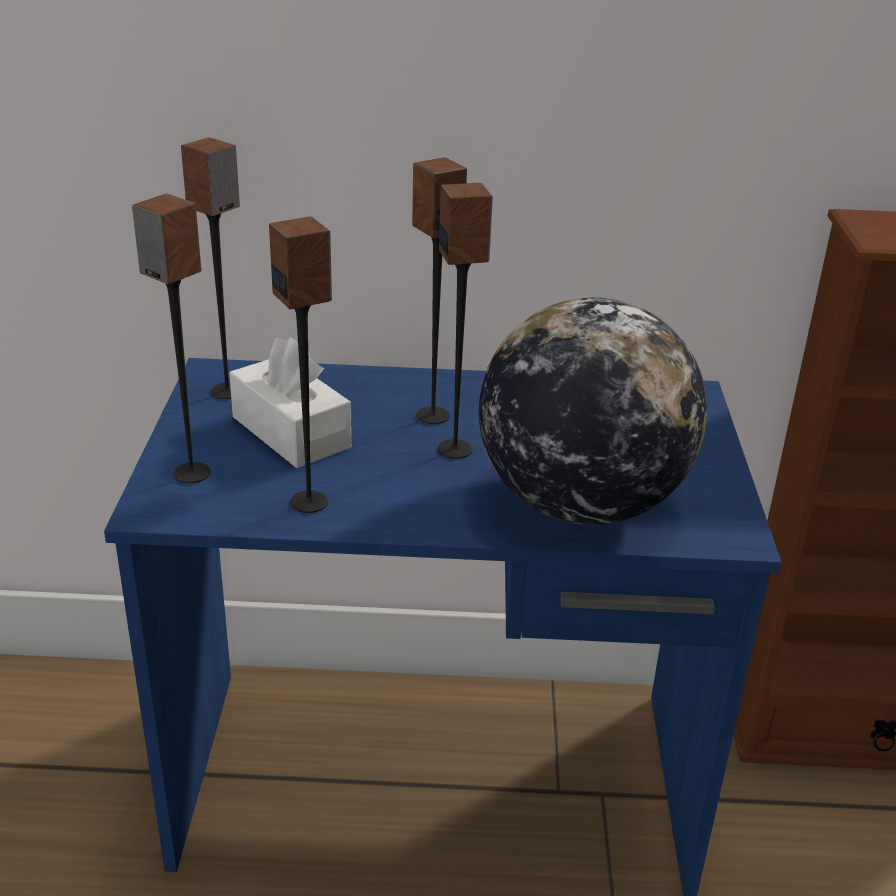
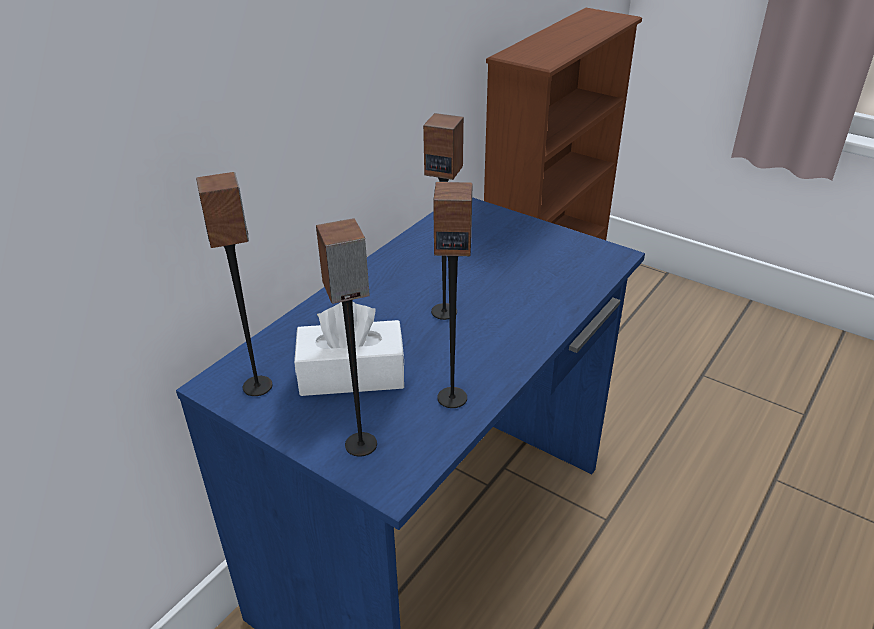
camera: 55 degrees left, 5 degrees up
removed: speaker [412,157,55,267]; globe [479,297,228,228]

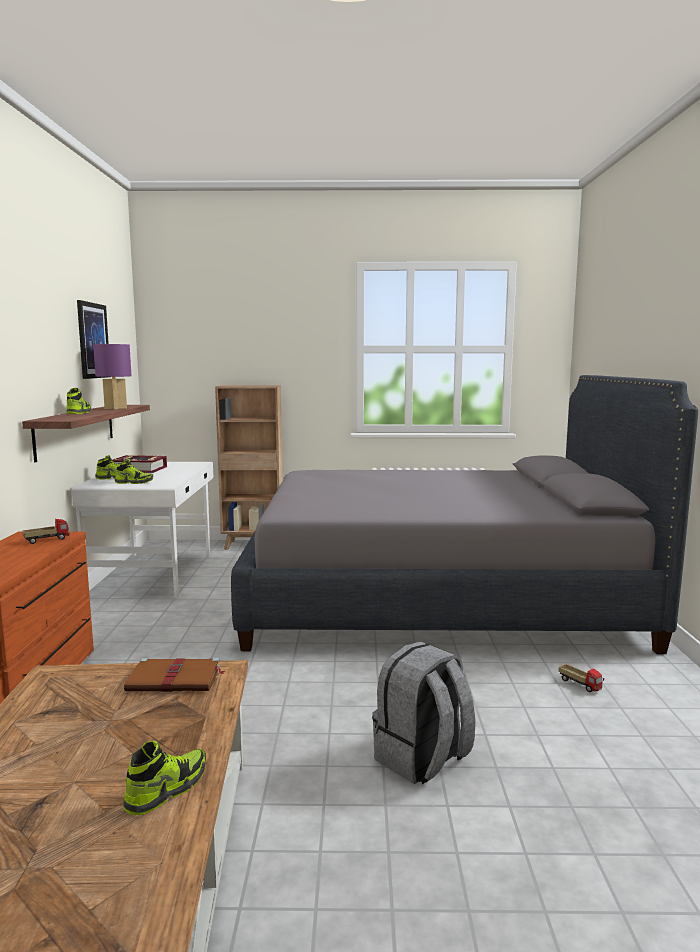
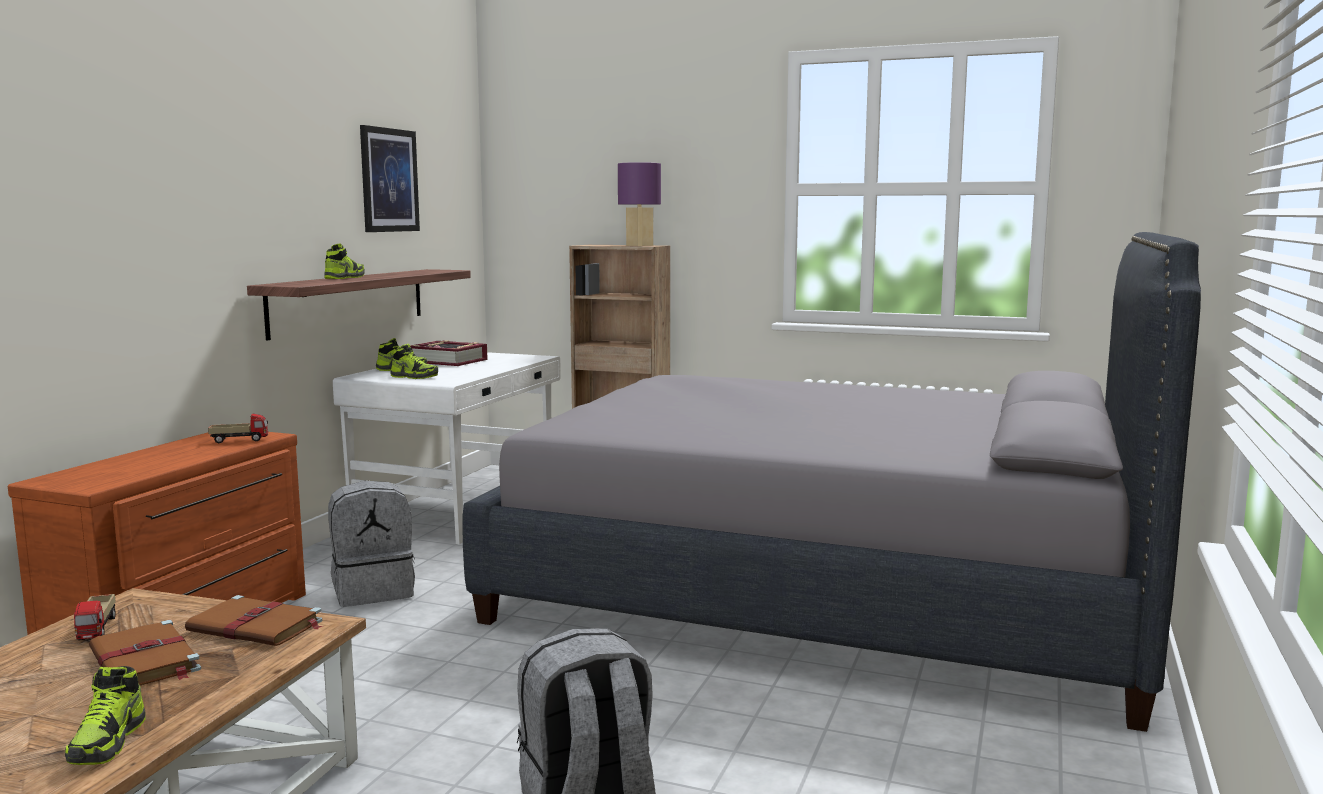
camera: 20 degrees right, 0 degrees up
added: brown book [89,620,112,65]; grey backpack [328,481,87,126]
moved: toy truck [559,664,45,28] to [74,594,42,46]; purple table lamp [93,344,39,65] to [618,162,43,84]
turned: shoe [123,741,83,74] = [65,666,80,99] 120 degrees clockwise

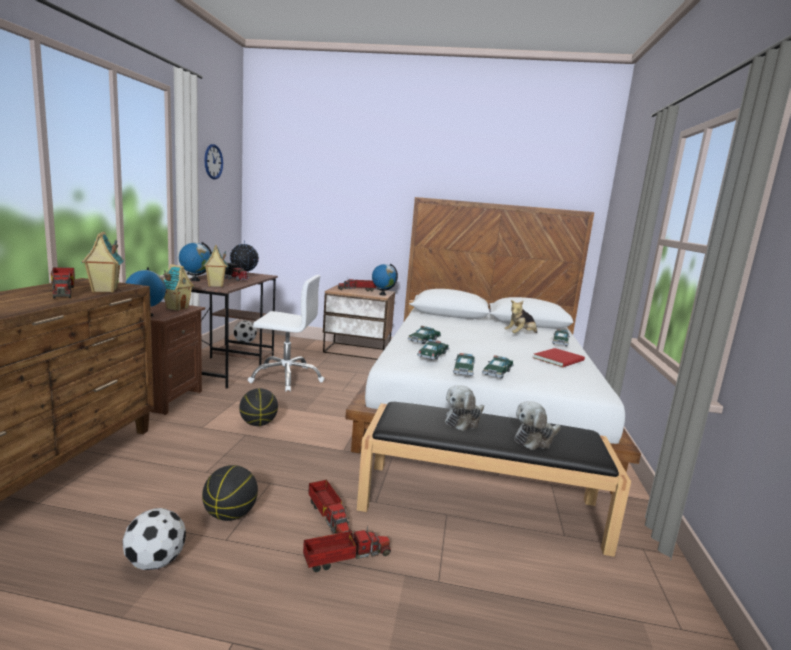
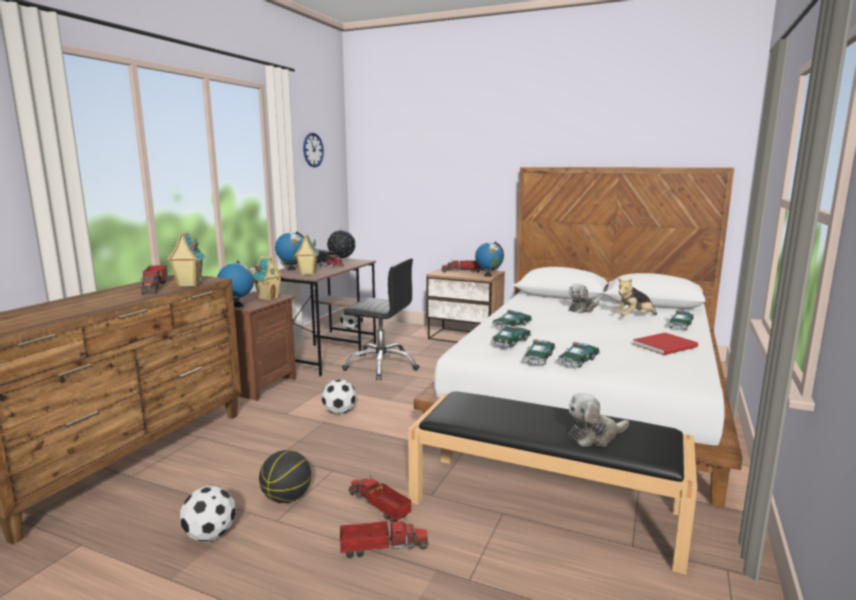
camera: 15 degrees right, 0 degrees up
moved: plush toy [445,385,39,46] to [568,284,31,29]
replaced: basketball [239,388,39,38] to football [321,379,35,35]
recoloured: white office chair [247,275,77,117] to black office chair [342,258,77,122]
turned: toy truck [308,480,45,57] = [349,474,63,48] 150 degrees clockwise

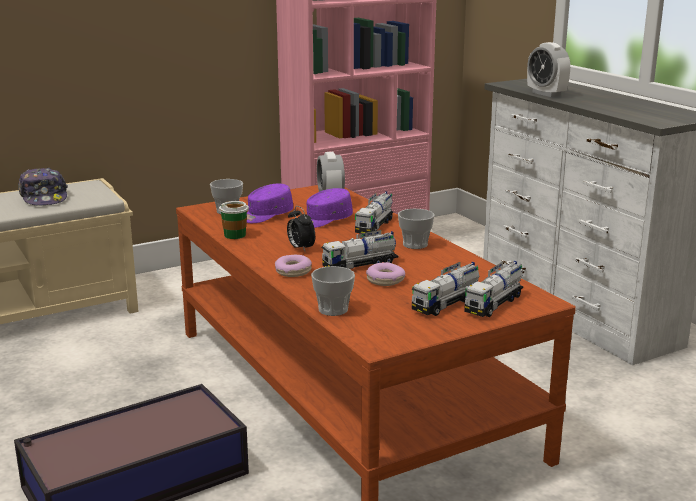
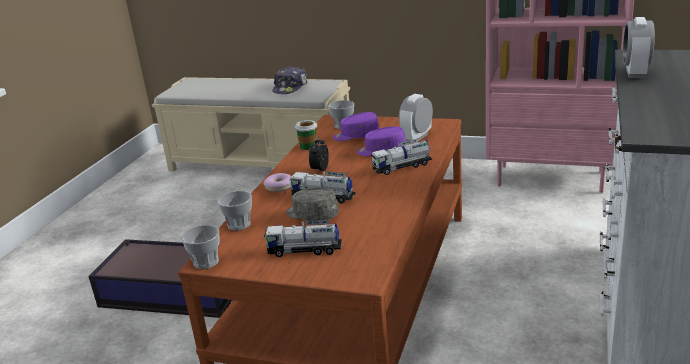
camera: 50 degrees right, 5 degrees up
removed: toy truck [464,261,59,56]
moved: cup [398,209,36,40] to [182,225,38,44]
replaced: donut [366,262,40,24] to grey cap [286,187,53,34]

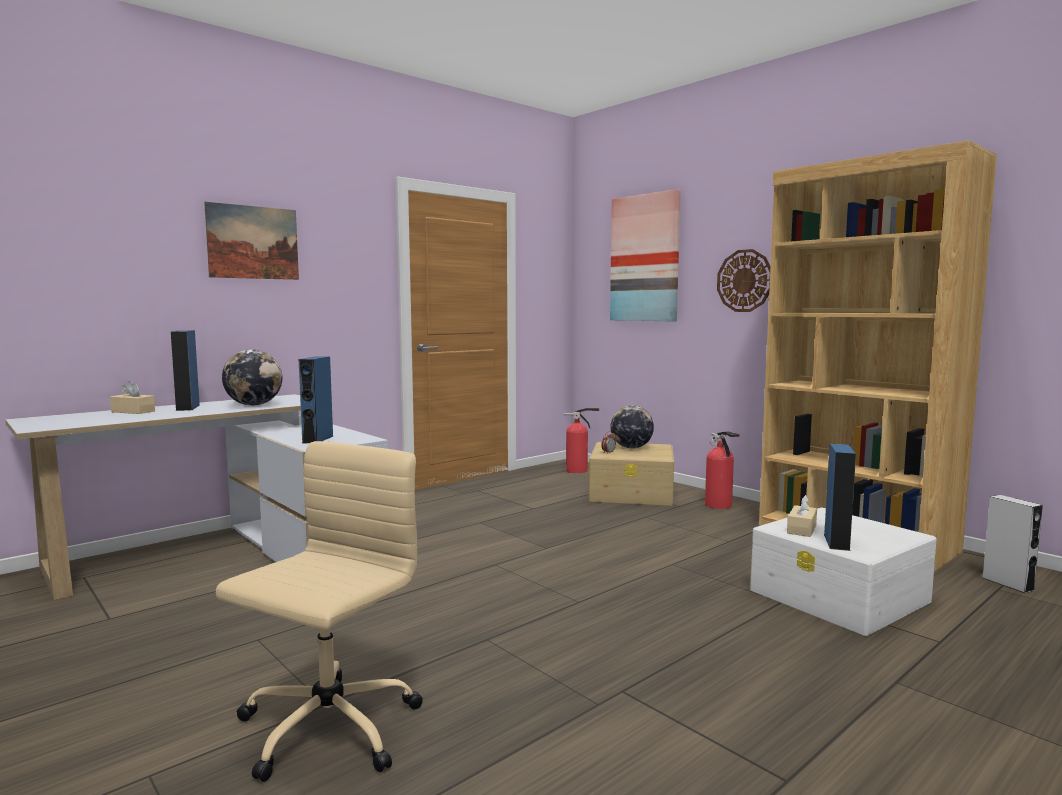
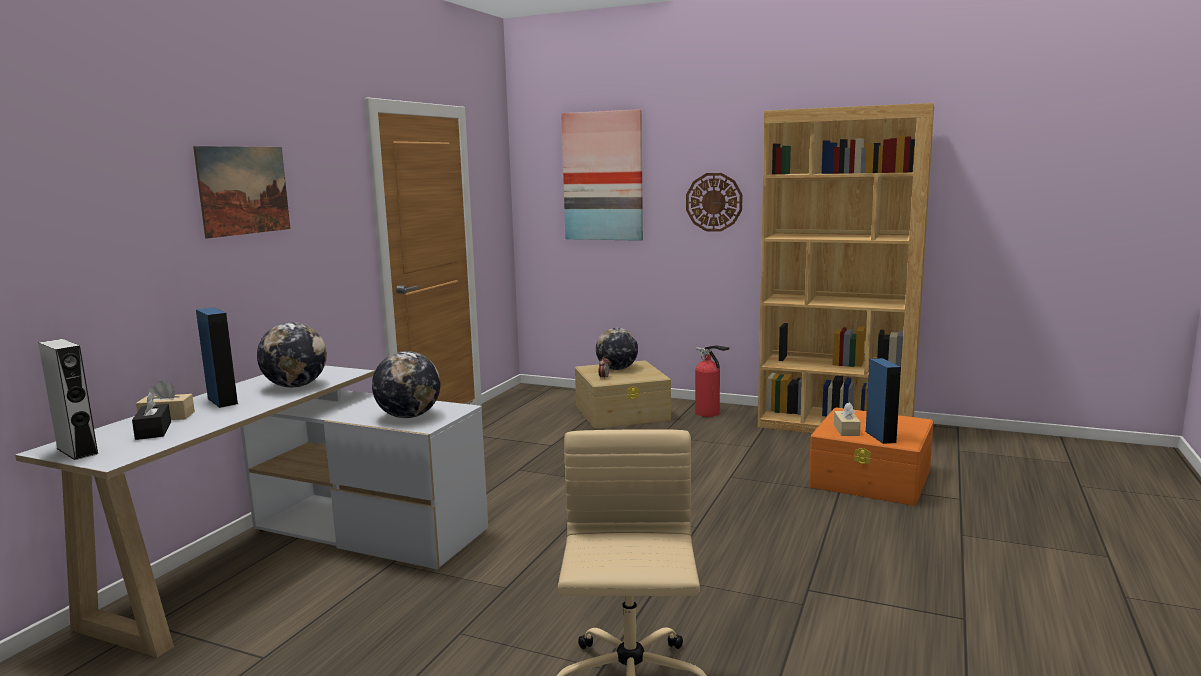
camera: 25 degrees left, 5 degrees up
removed: fire extinguisher [564,408,35,65]
added: black tissue box [132,392,39,48]
moved: grey speaker [983,495,60,98] to [38,339,61,121]
replaced: blue speaker [299,356,34,88] to globe [372,351,68,67]
recoloured: white storage box [750,508,187,128] to orange storage box [809,407,125,99]

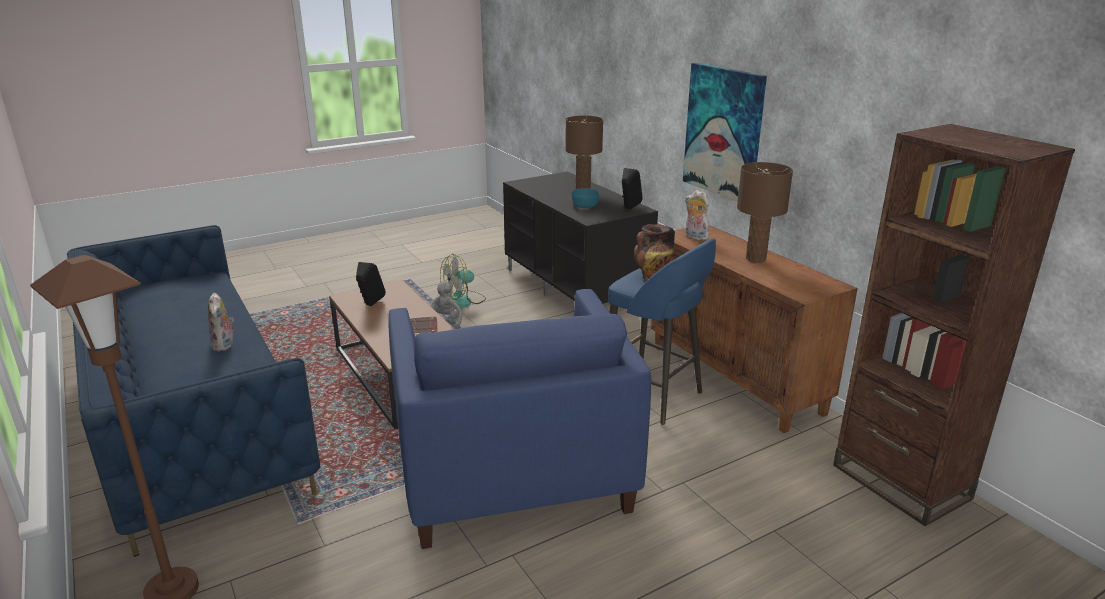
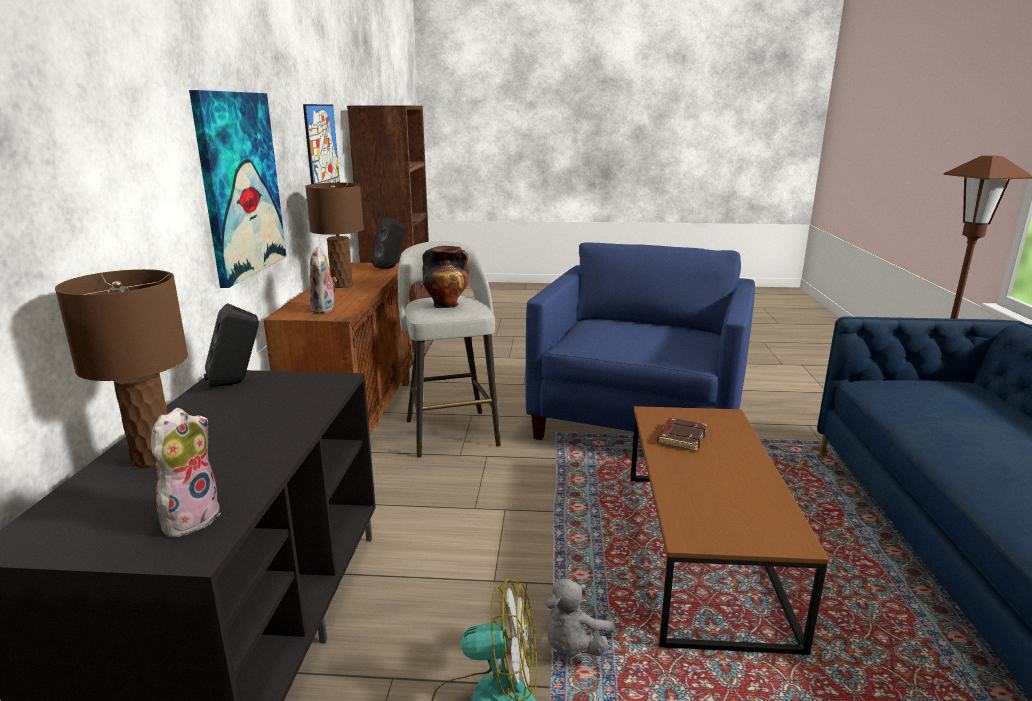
camera: 145 degrees left, 5 degrees down
removed: turquoise bowl [571,188,29,20]
added: picture [303,104,37,80]
moved: plush toy [208,293,26,58] to [151,408,70,130]; black speaker [356,262,30,44] to [371,217,34,52]
recoloured: blue stool [608,238,108,187] to grey stool [398,241,103,217]

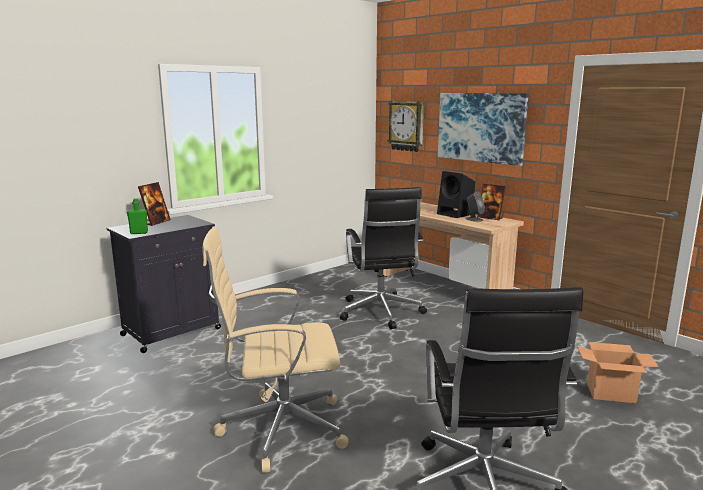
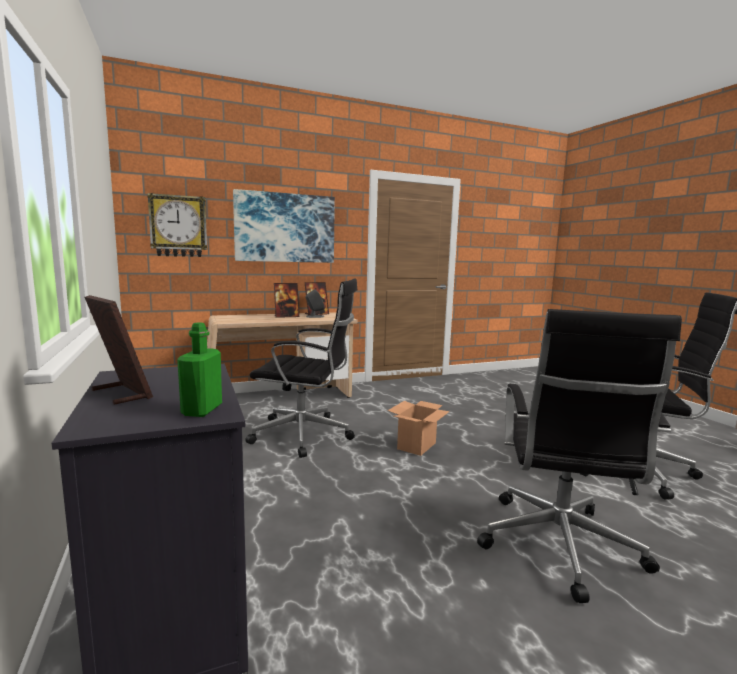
camera: 70 degrees left, 5 degrees down
moved: cardboard box [577,342,82,61] to [388,401,62,55]
replaced: black speaker [437,171,38,47] to picture frame [274,283,25,35]
recoloured: beige office chair [202,227,147,246] to black office chair [477,309,205,294]

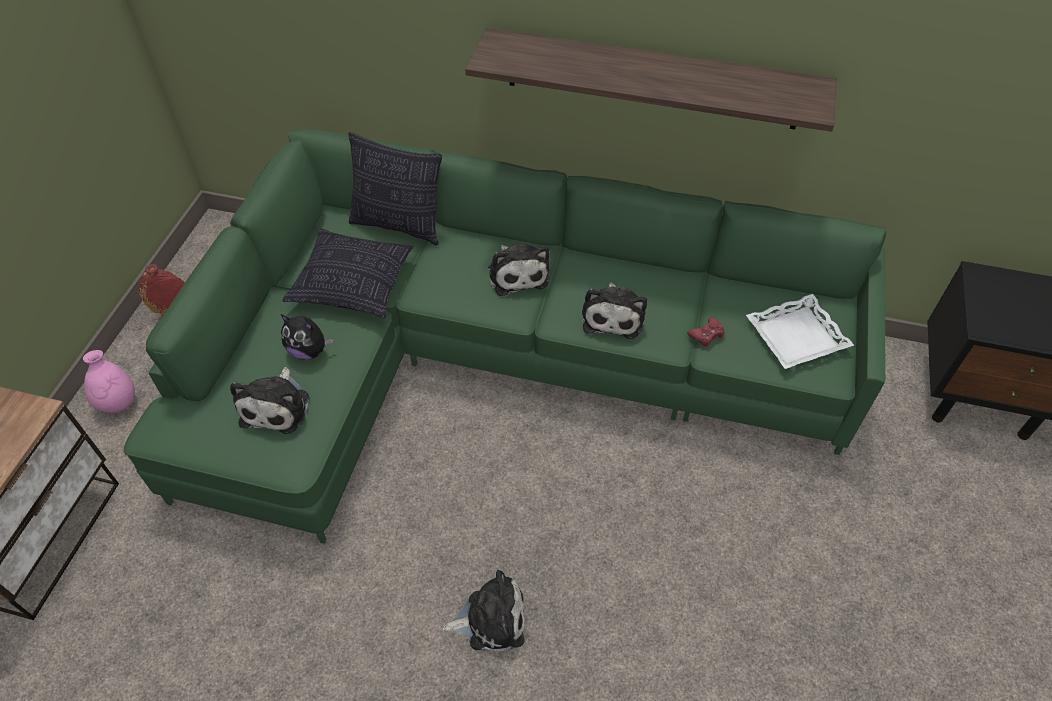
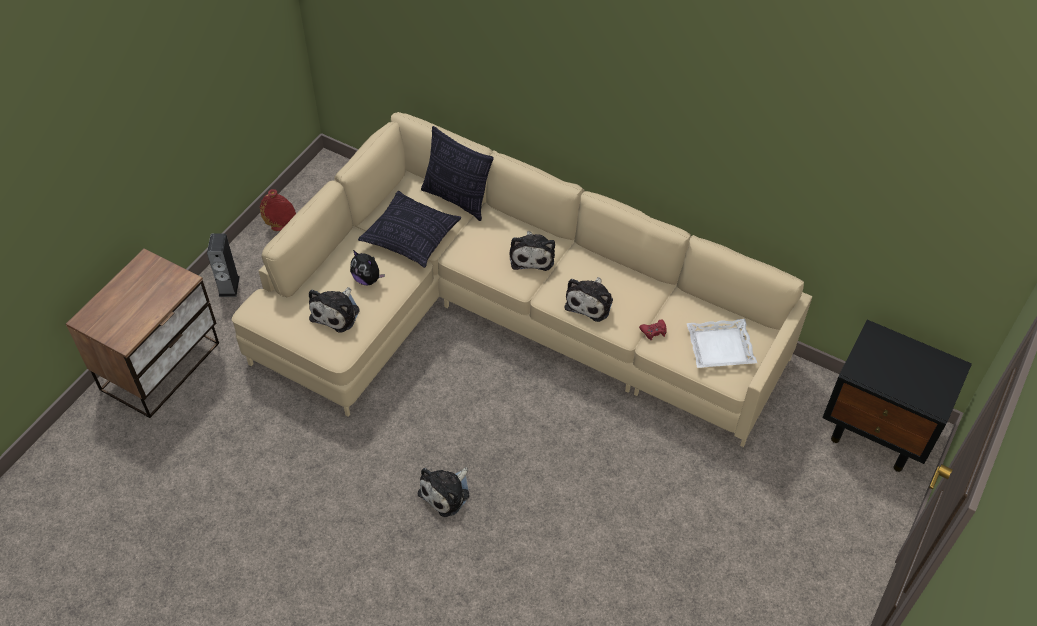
camera: 15 degrees right, 0 degrees up
removed: shelf [465,28,372,104]
replaced: pink vase [83,350,52,63] to speaker [207,233,33,64]
recoloured: green sofa [124,129,762,415] to beige sofa [232,112,580,335]
turned: plush toy [443,570,82,82] = [418,467,52,50] 120 degrees clockwise

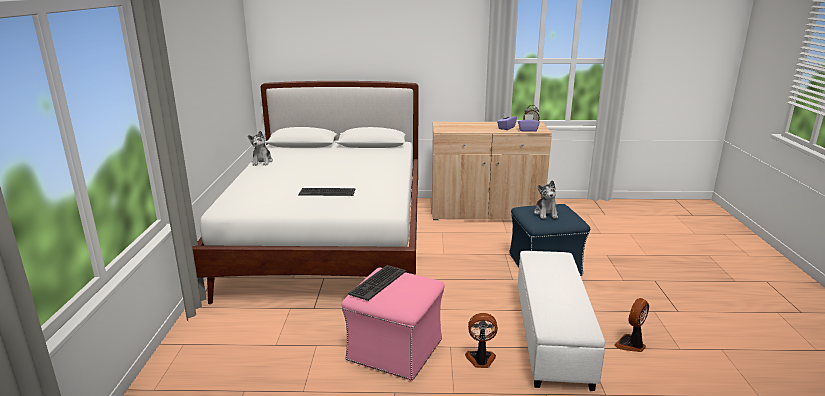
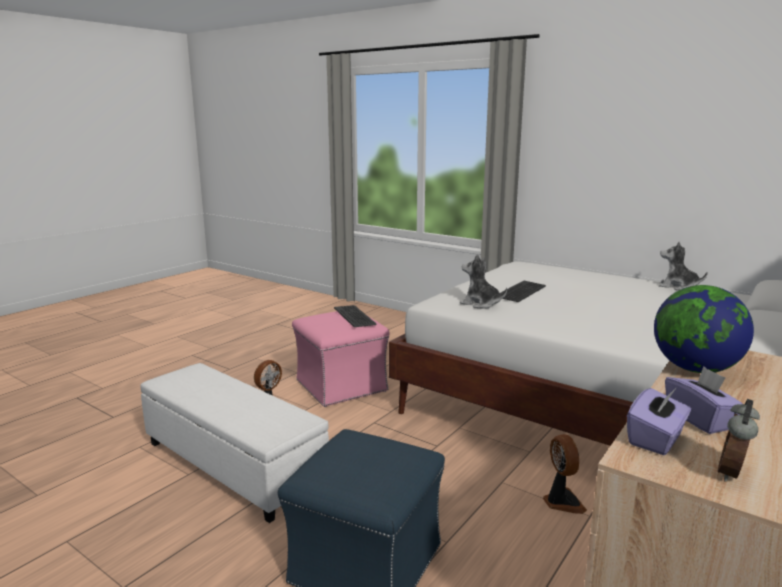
camera: 125 degrees right, 5 degrees down
added: globe [654,285,100,88]
moved: plush toy [534,180,24,39] to [460,254,47,55]; fan [614,298,35,54] to [543,434,44,80]

